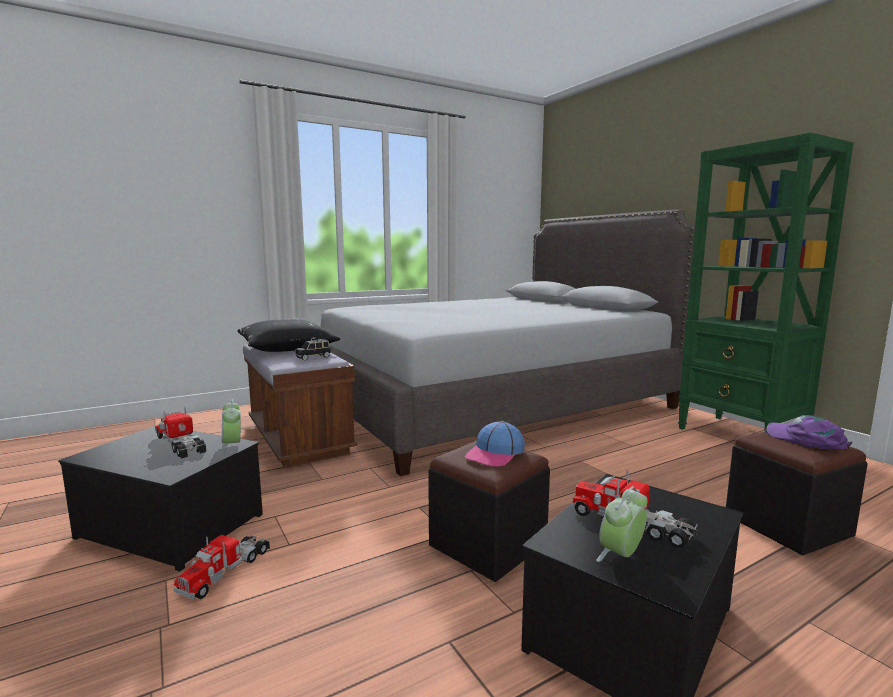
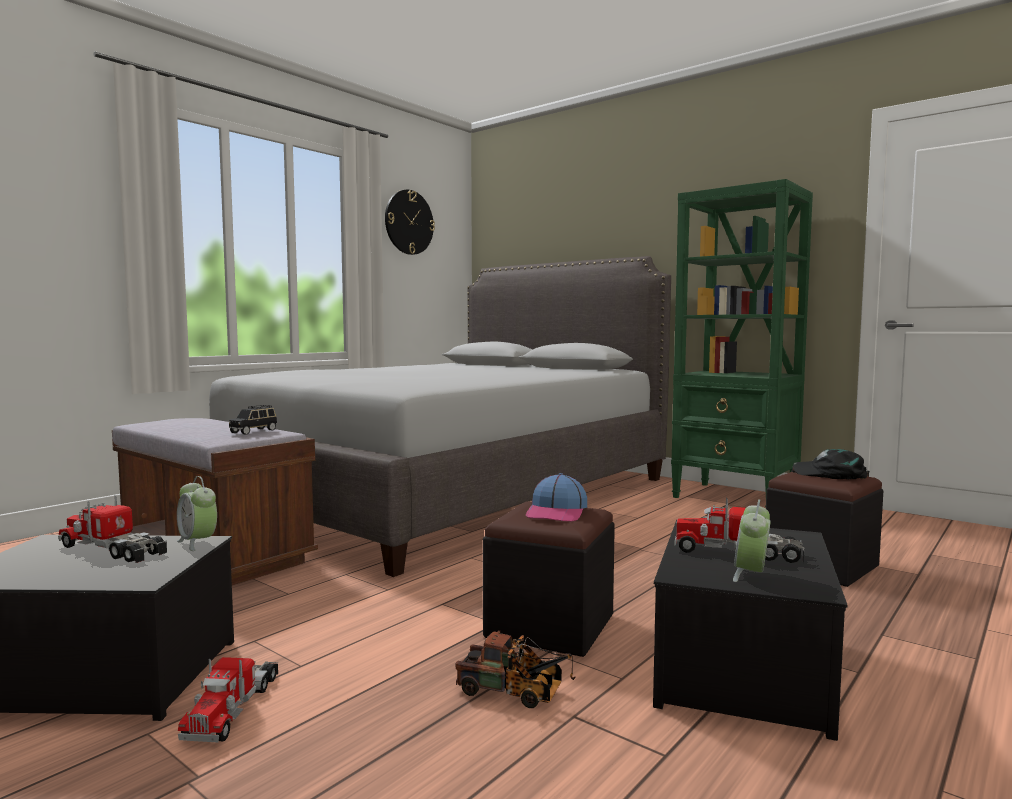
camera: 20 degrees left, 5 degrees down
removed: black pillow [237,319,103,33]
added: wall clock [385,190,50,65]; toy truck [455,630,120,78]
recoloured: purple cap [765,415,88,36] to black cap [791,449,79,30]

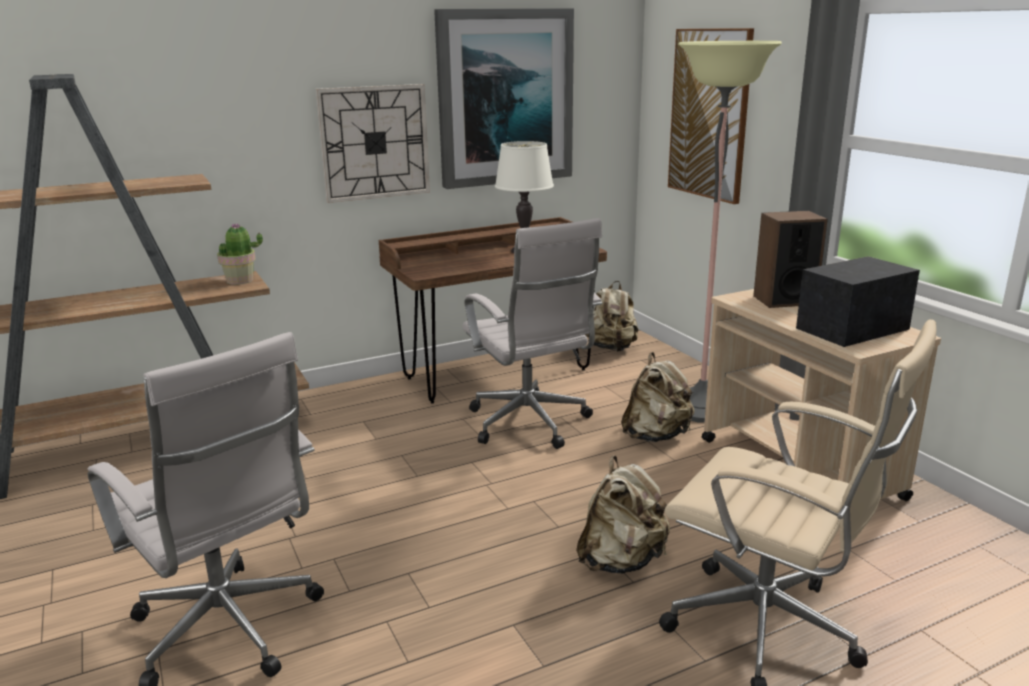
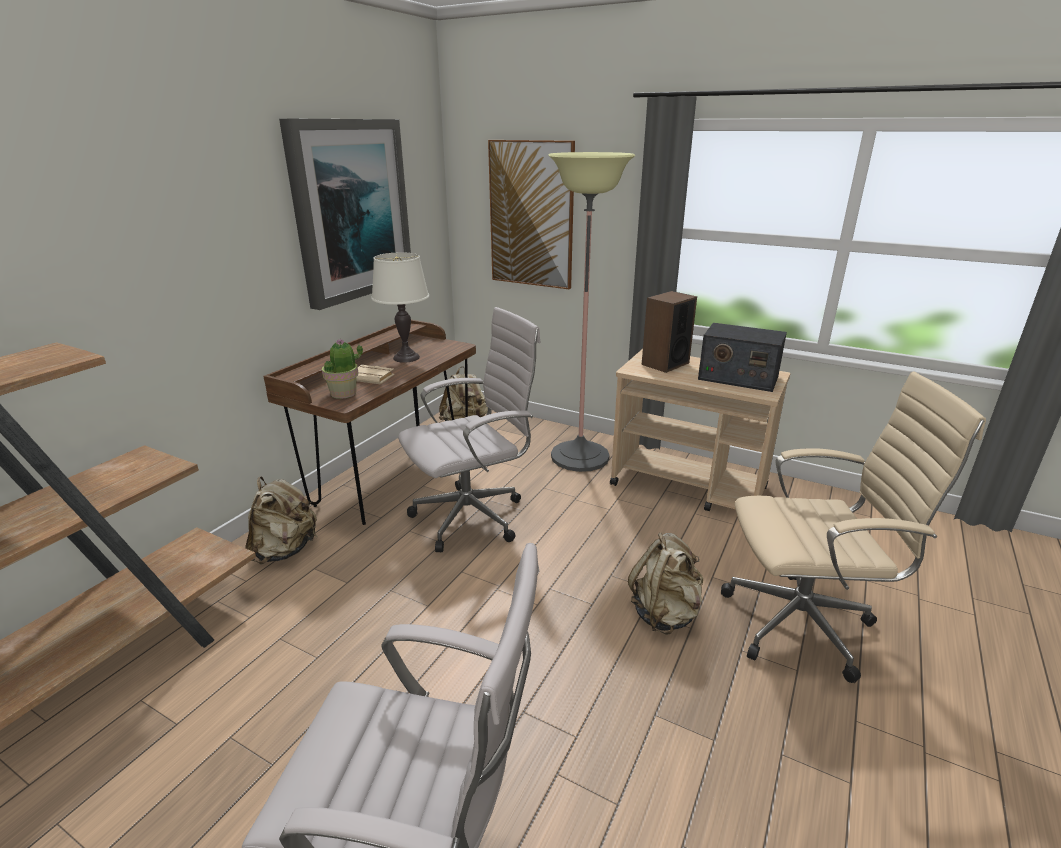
camera: 35 degrees left, 5 degrees up
removed: wall clock [316,84,114,119]
added: beige book [356,365,39,20]
moved: beige backpack [621,352,73,90] to [246,476,71,88]; potted plant [217,223,46,62] to [322,339,41,60]
turned: white office chair [463,218,139,231] = [398,307,143,245] 60 degrees counterclockwise; radio [796,256,124,91] = [698,323,89,69] 90 degrees counterclockwise

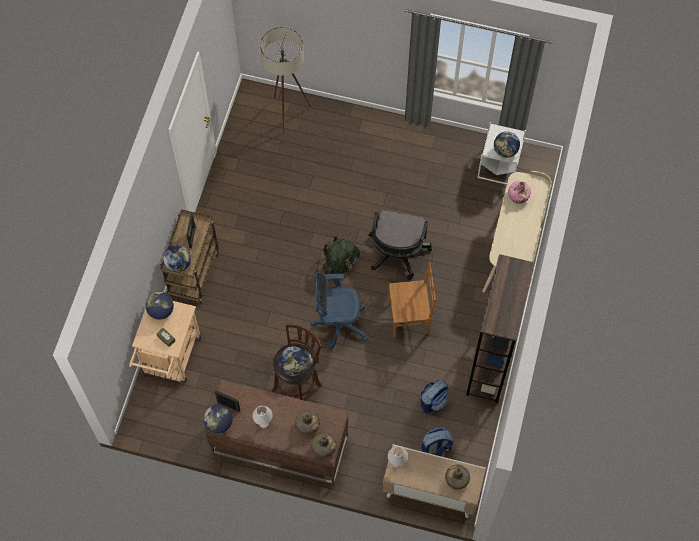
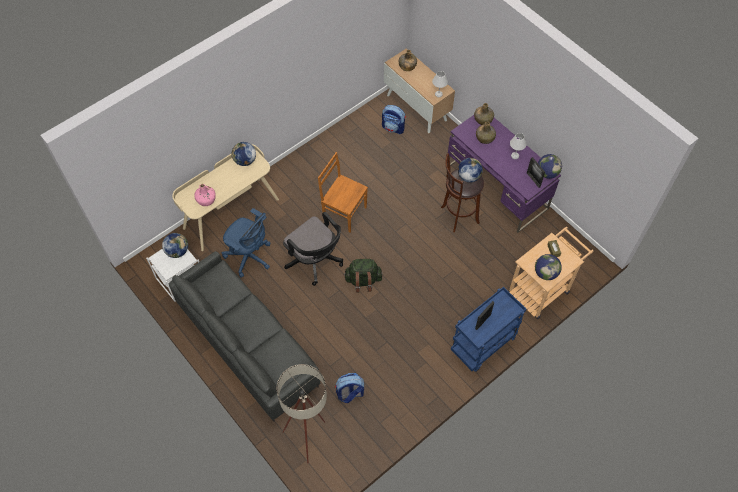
camera: 145 degrees left, 5 degrees down
removed: brown bookcase [466,254,68,149]
added: grey sofa [169,251,151,171]
moved: blue office chair [311,272,57,77] to [222,208,48,70]; globe [163,245,28,27] to [232,142,24,24]; backpack [421,380,28,33] to [335,373,29,30]
recoloured: brown desk [205,380,143,105] to purple desk [447,115,114,118]; brown cart [160,209,59,94] to blue cart [451,287,75,85]
turned: black office chair [369,210,63,70] = [283,212,60,74] 90 degrees clockwise

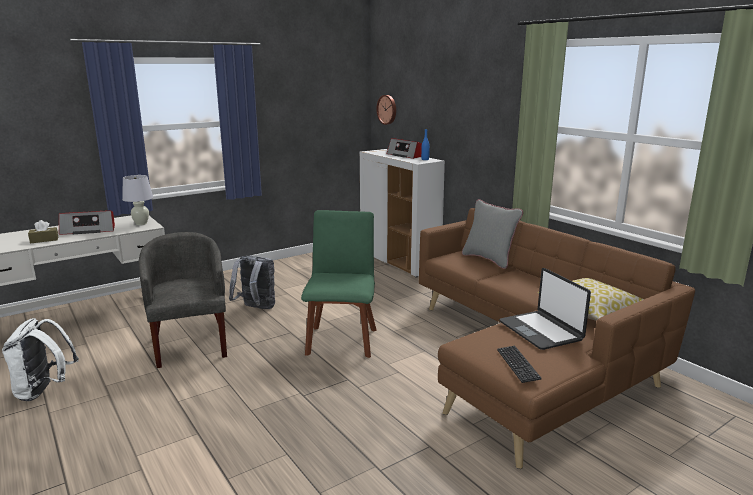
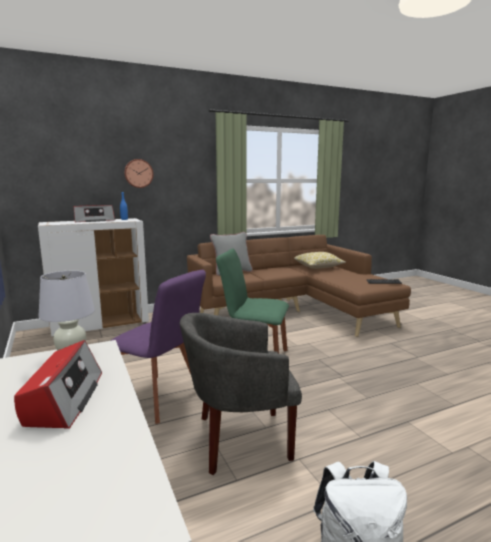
camera: 80 degrees left, 5 degrees down
removed: brown tissue box [28,220,30,23]; laptop [499,268,92,82]
moved: wall clock [376,95,20,30] to [124,159,30,29]
replaced: grey backpack [229,255,46,54] to purple chair [111,269,95,155]

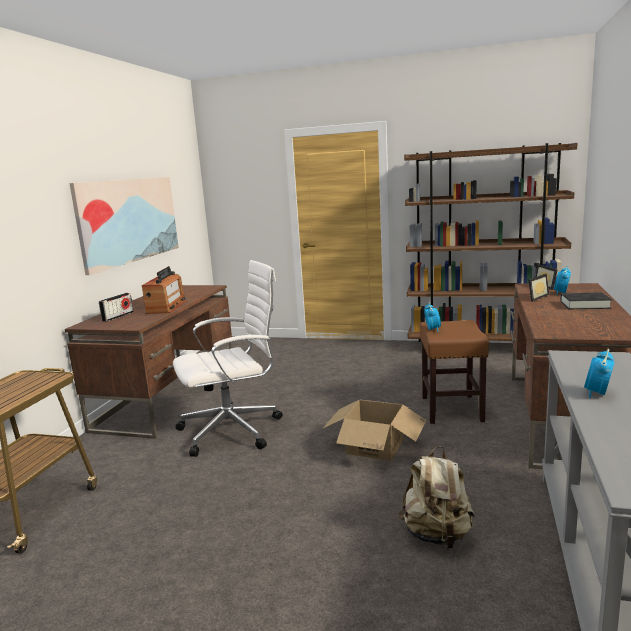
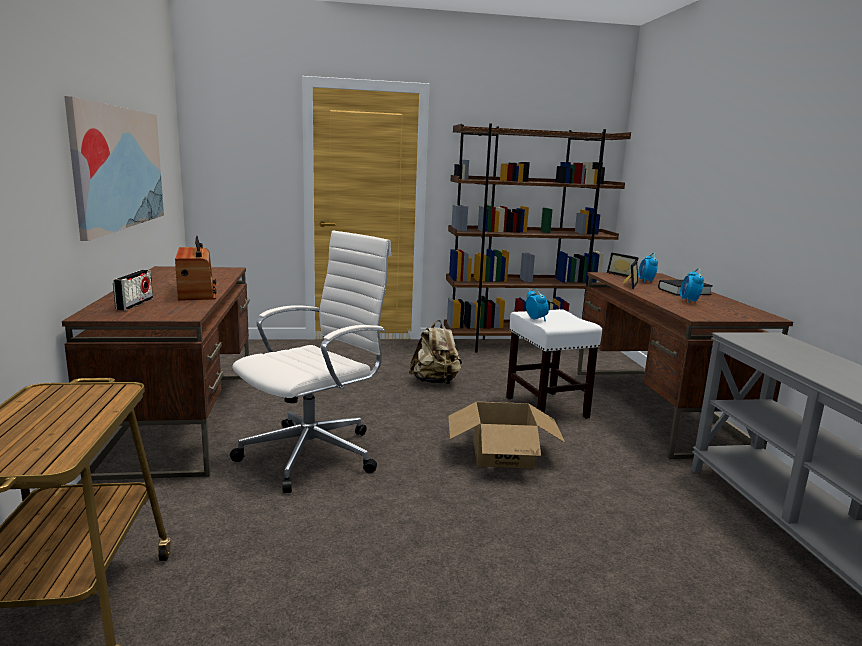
camera: 25 degrees left, 0 degrees up
moved: beige backpack [398,446,77,103] to [409,320,53,65]; alarm clock [584,349,31,49] to [680,268,24,35]
recoloured: brown stool [419,320,70,104] to white stool [506,309,96,110]

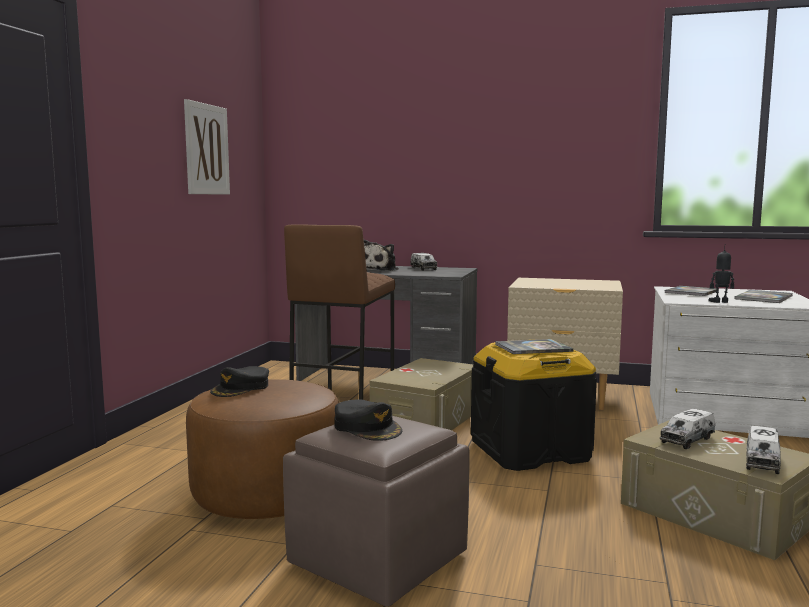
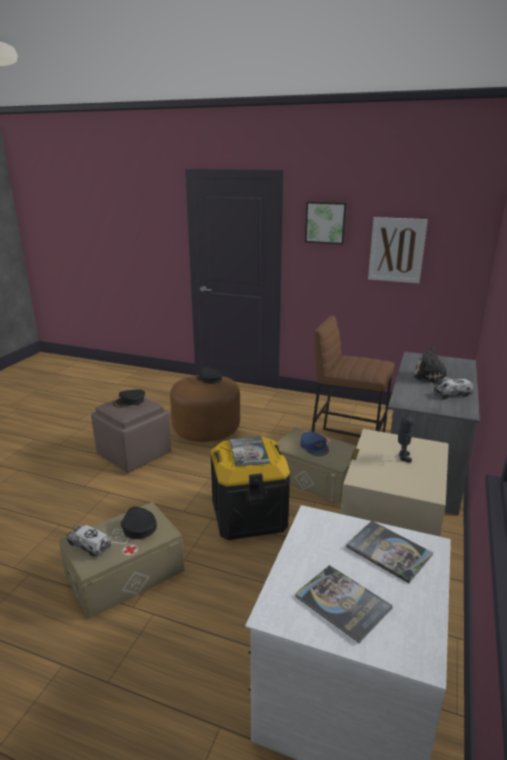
camera: 95 degrees right, 15 degrees up
added: blue cap [300,432,29,24]; picture [305,201,42,44]
moved: toy robot [708,244,26,59] to [398,410,15,53]
replaced: toy truck [660,409,55,40] to black cap [121,506,36,33]

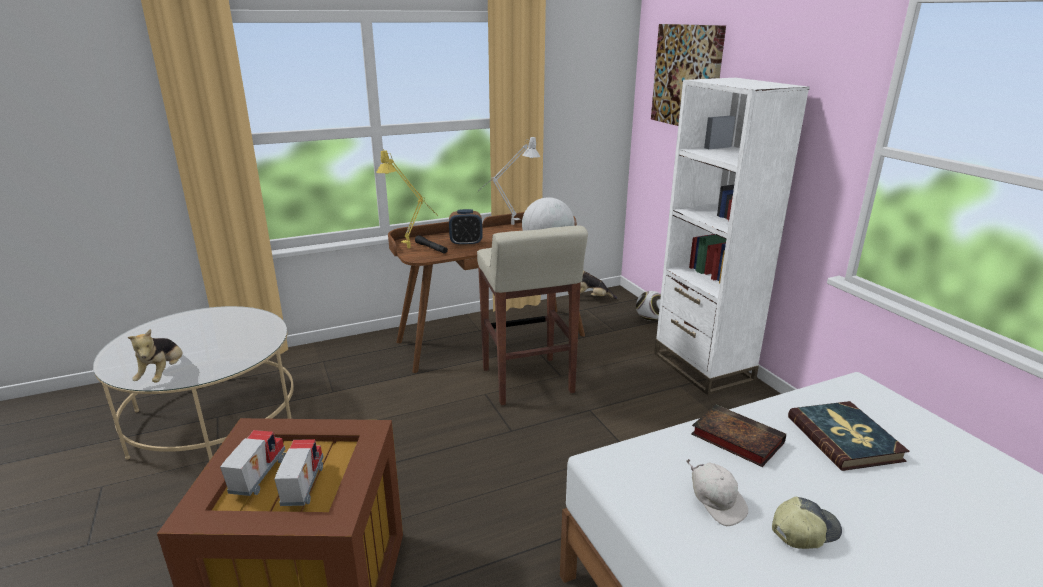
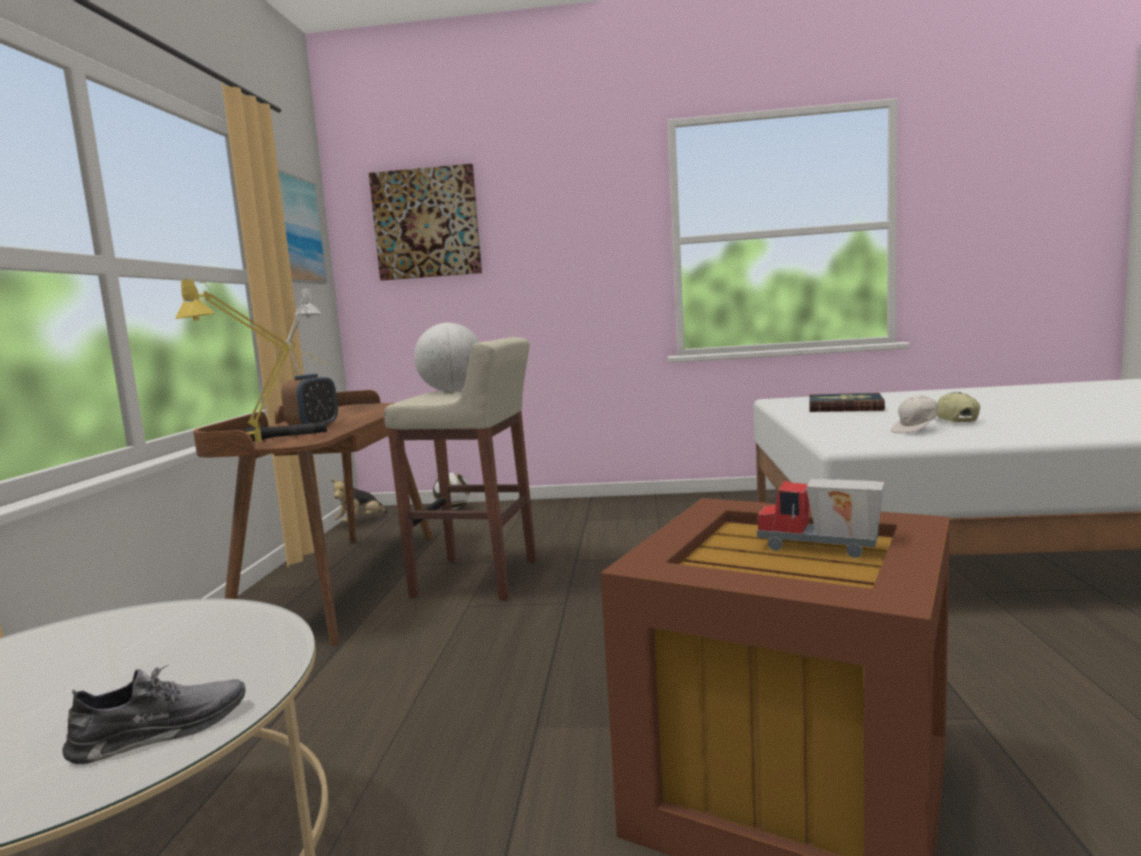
camera: 60 degrees left, 15 degrees down
removed: toy truck [220,430,65,66]; white bookcase [654,78,156,317]; book [691,405,95,62]
added: picture [278,169,50,115]
replaced: plush toy [128,329,54,54] to grey shoe [62,665,184,100]
turned: white cap [686,459,62,67] = [891,396,47,37] 150 degrees clockwise

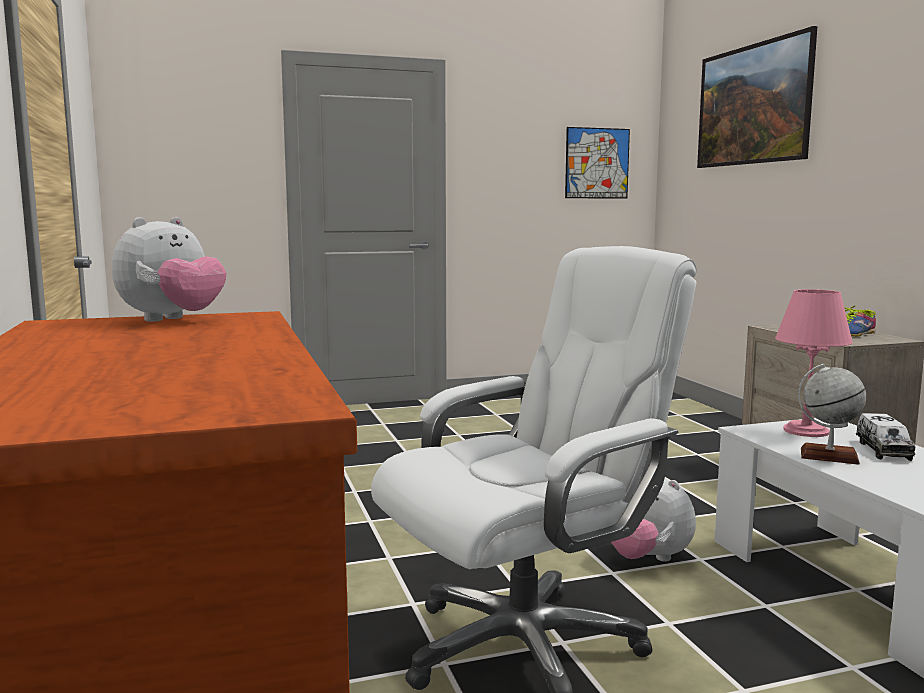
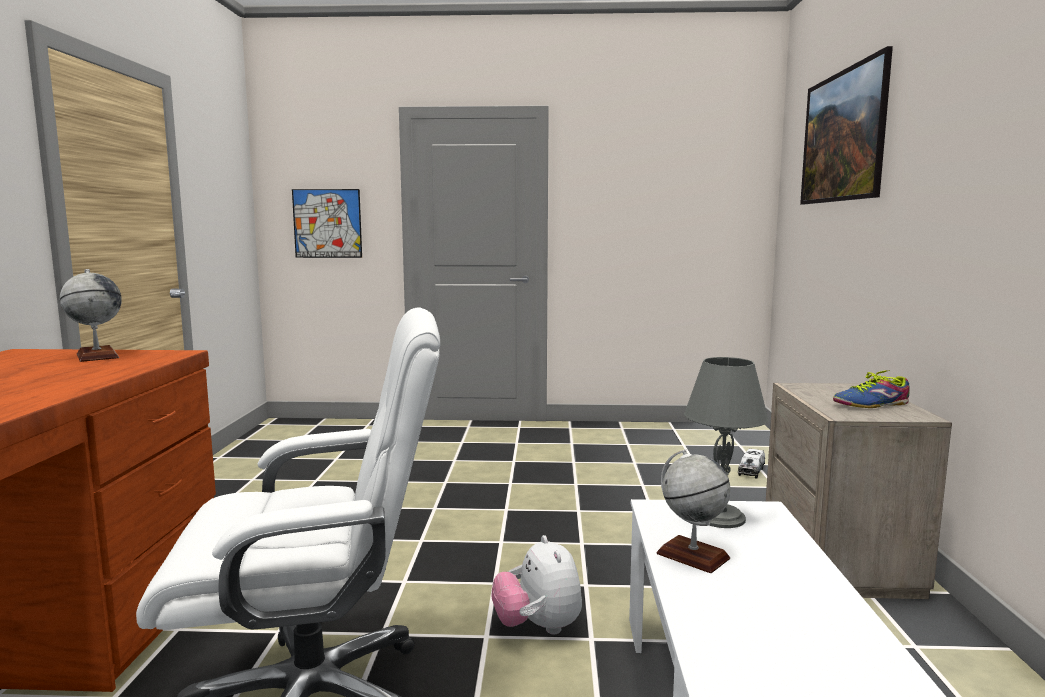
camera: 20 degrees right, 0 degrees up
moved: picture [565,127,65,72] to [292,189,70,69]; toy truck [856,413,59,48] to [738,449,27,30]
replaced: plush toy [112,217,114,105] to globe [60,269,62,93]
recoloured: pink table lamp [775,289,78,148] to grey table lamp [684,357,85,171]

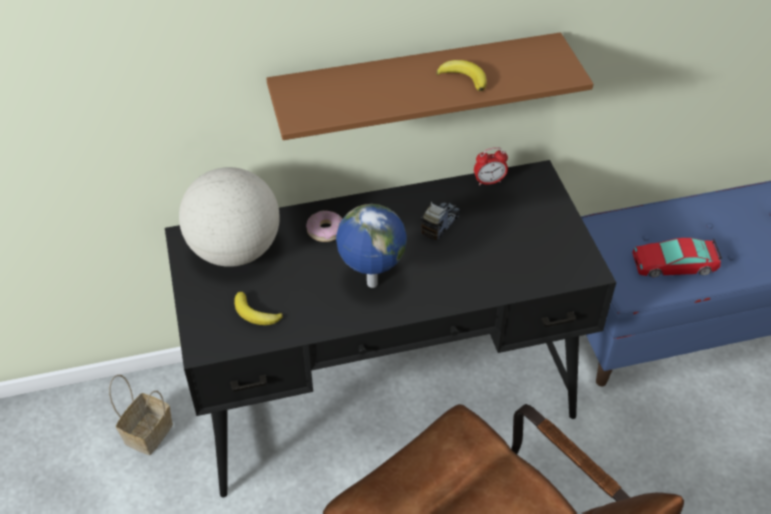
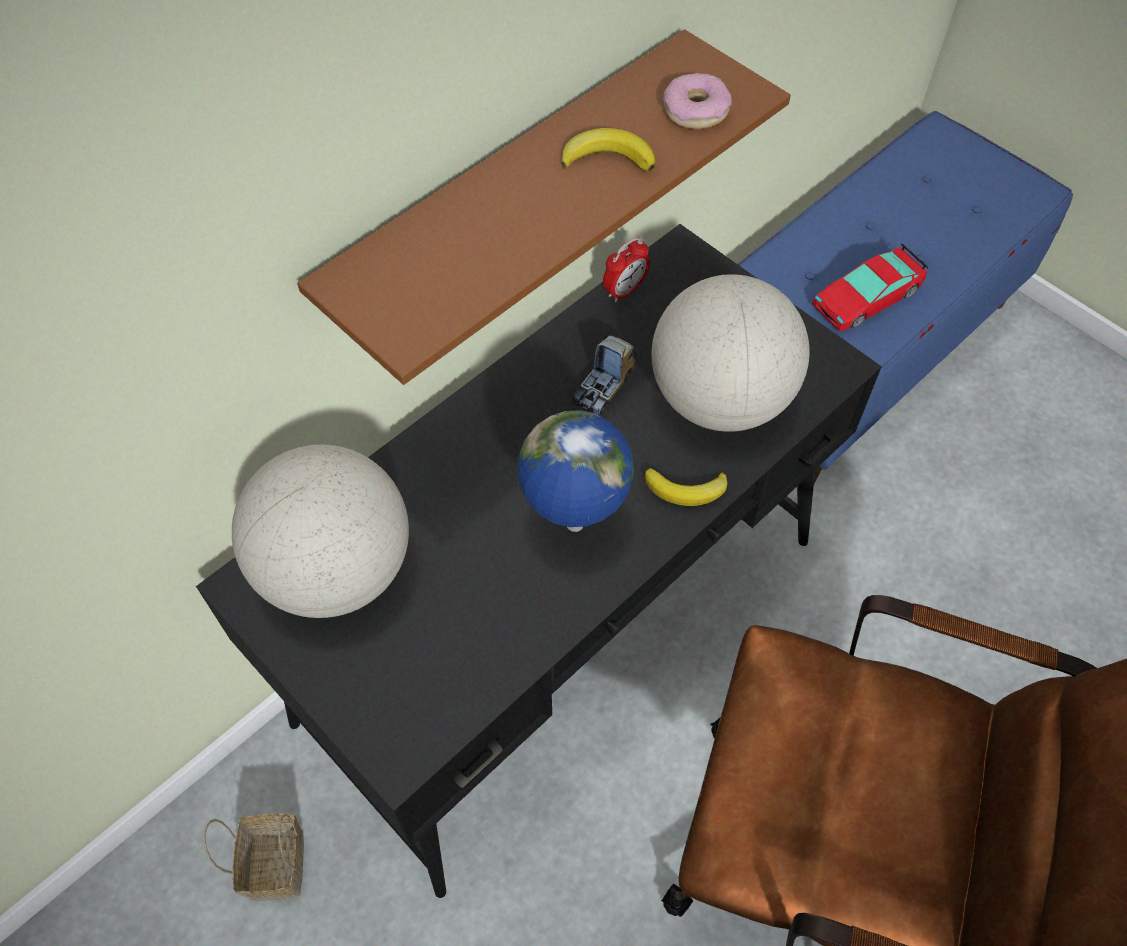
camera: 30 degrees left, 10 degrees up
added: globe [652,275,158,157]
moved: banana [234,292,49,33] to [644,468,83,38]; donut [306,211,37,31] to [663,73,69,56]
turned: toy truck [421,201,39,39] = [572,335,65,80] 150 degrees counterclockwise

